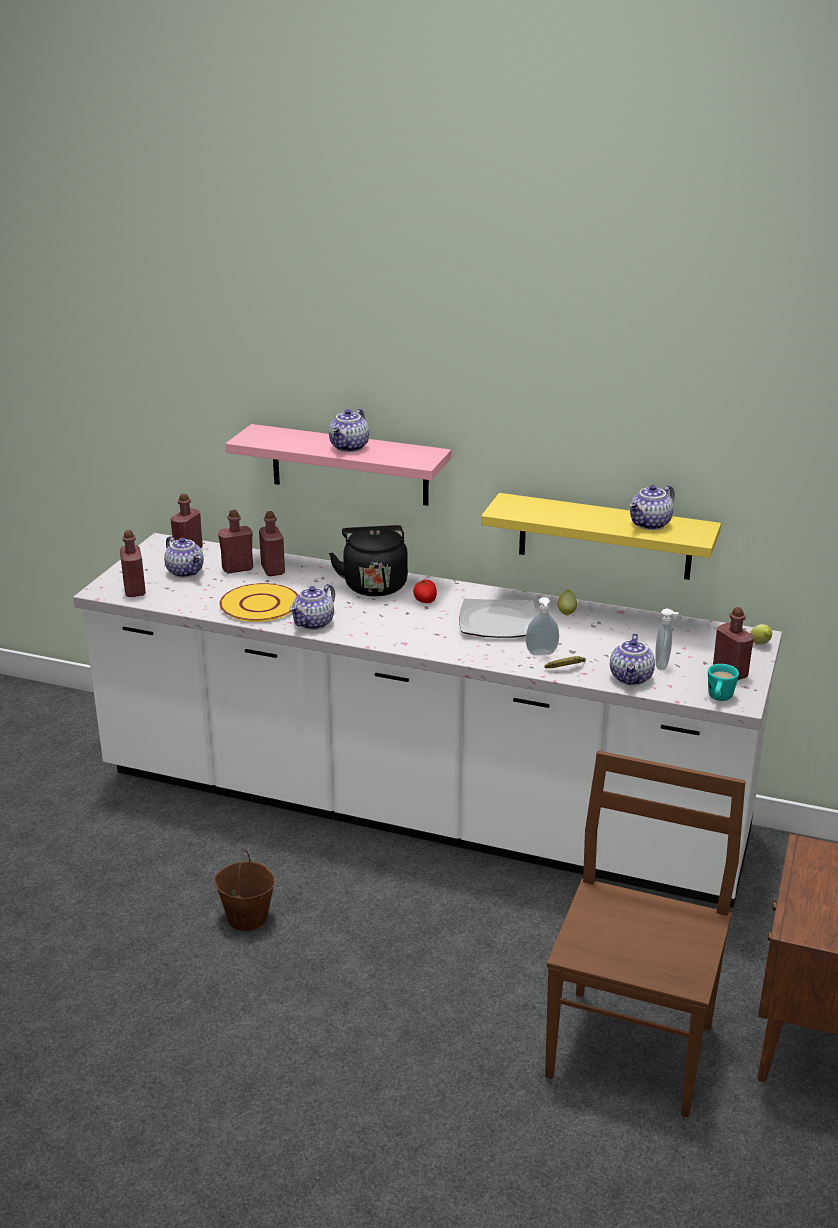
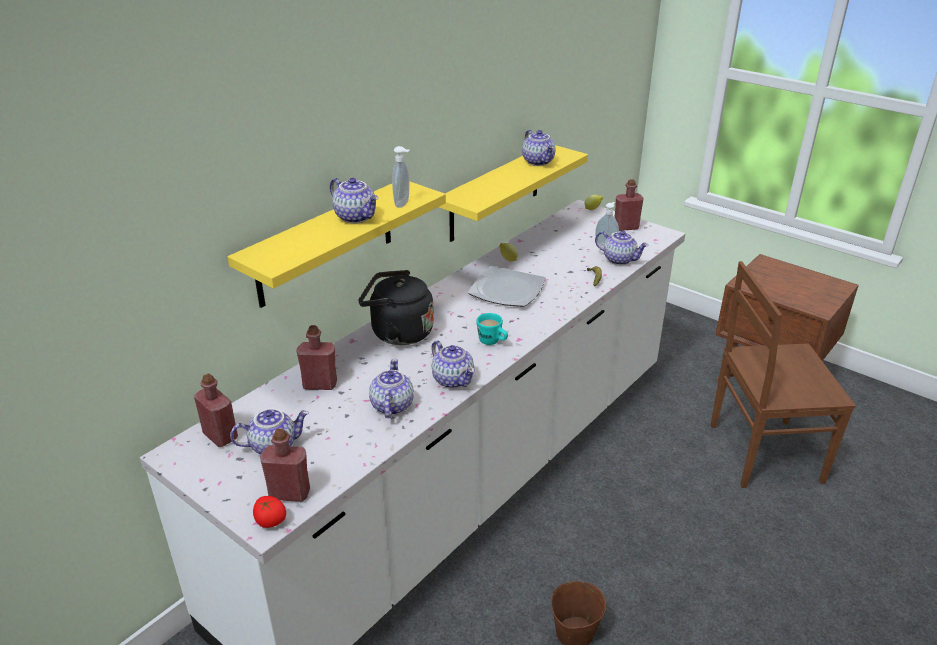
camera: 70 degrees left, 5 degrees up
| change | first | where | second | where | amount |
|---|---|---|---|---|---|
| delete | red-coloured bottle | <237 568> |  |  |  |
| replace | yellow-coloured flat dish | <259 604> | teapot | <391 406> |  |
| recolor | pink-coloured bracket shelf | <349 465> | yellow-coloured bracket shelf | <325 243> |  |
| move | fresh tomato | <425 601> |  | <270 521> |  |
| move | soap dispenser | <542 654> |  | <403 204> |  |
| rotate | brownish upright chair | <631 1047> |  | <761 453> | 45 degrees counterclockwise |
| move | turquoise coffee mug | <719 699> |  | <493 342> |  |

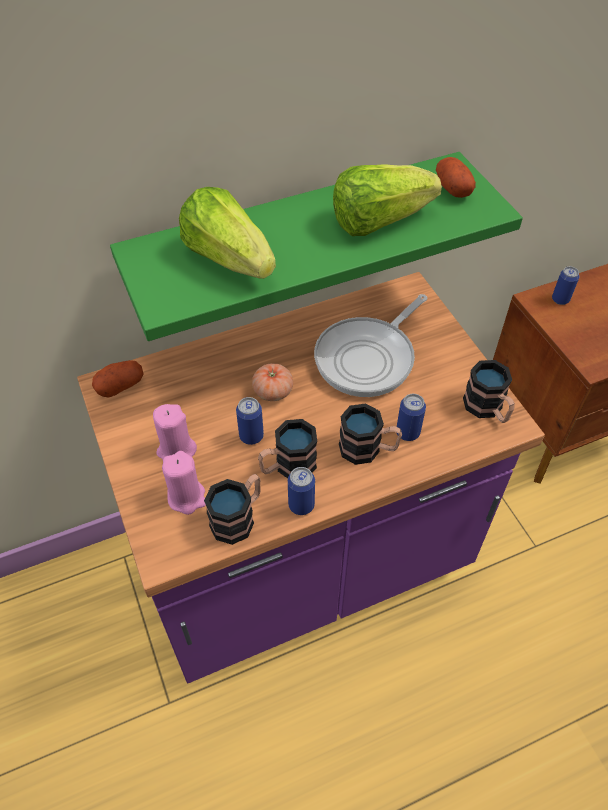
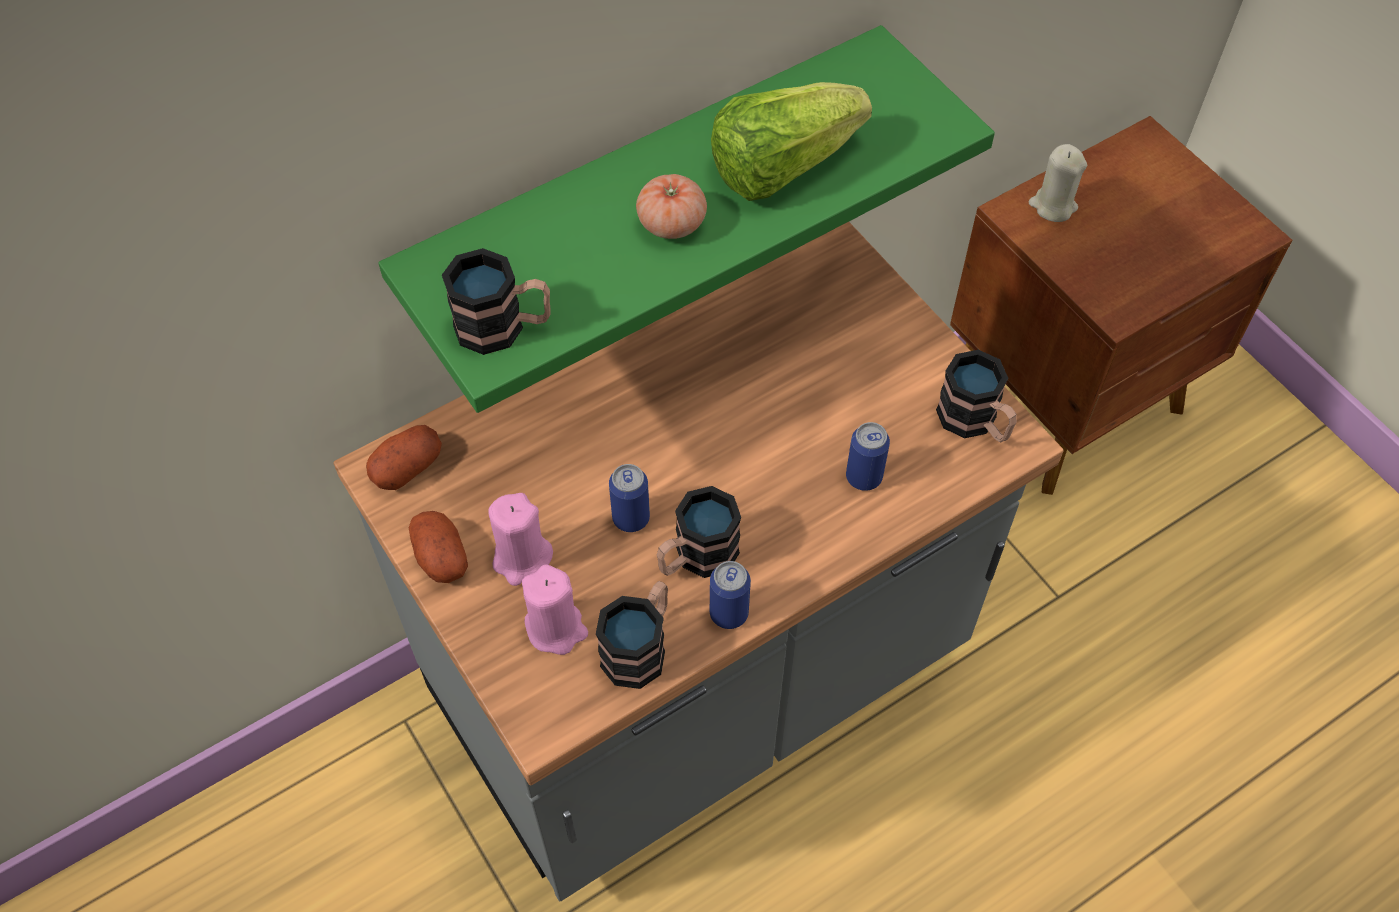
camera: 10 degrees left, 5 degrees up
| change | first | where | second | where | amount |
|---|---|---|---|---|---|
| recolor | purplish counter | <304 561> | grey counter | <699 680> |  |
| delete | lettuce | <229 258> |  |  |  |
| move | fresh tomato | <273 391> |  | <671 223> |  |
| delete | pan | <368 358> |  |  |  |
| move | coffee mug | <368 449> |  | <503 327> |  |
| move | whole potato | <452 188> |  | <440 556> |  |
| replace | can | <560 299> | beige wax candle | <1052 205> |  |

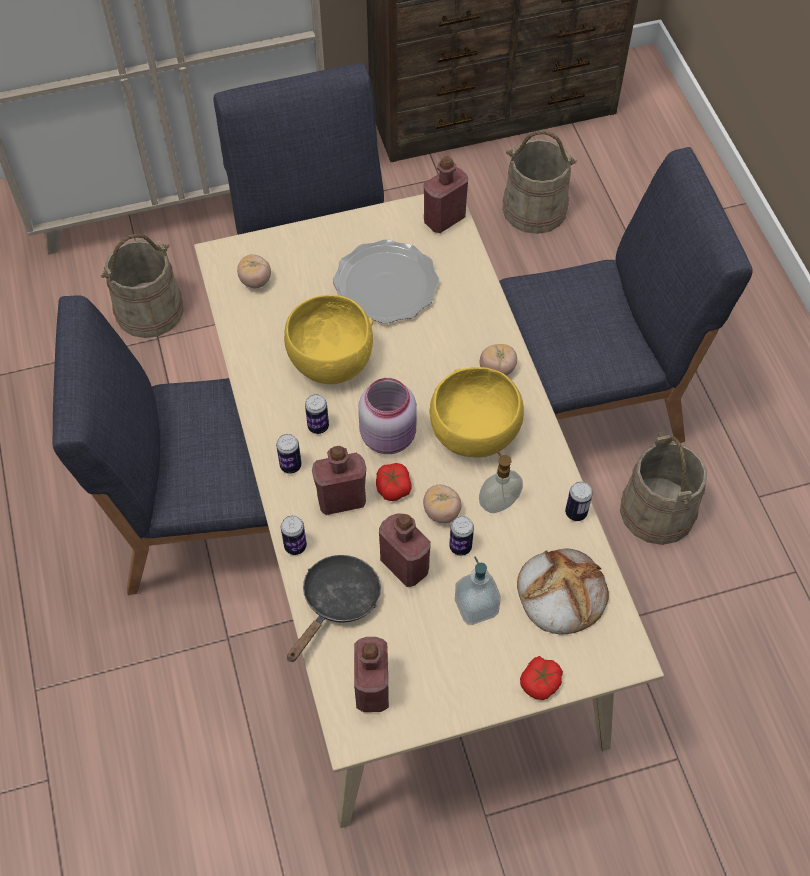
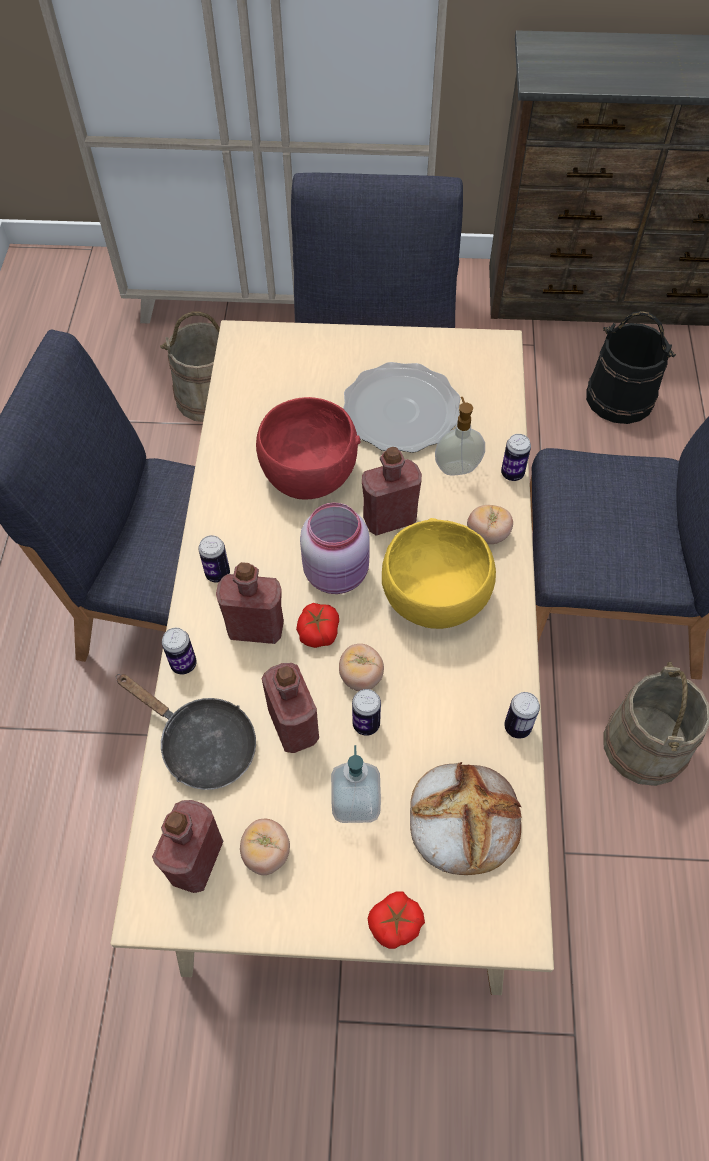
camera: 20 degrees right, 0 degrees up
| change | first | where | second | where | amount |
|---|---|---|---|---|---|
| move | fresh tomato | <255 281> |  | <266 853> |  |
| recolor | yellow-coloured serving bowl | <331 360> | red-coloured serving bowl | <309 474> |  |
| rotate | blackish pan | <337 602> |  | <201 743> | 75 degrees clockwise |
| move | can | <318 426> |  | <512 473> |  |
| move | red-coloured bottle | <444 219> |  | <389 519> |  |
| move | soap dispenser | <498 502> |  | <457 467> |  |
| recolor | beige pail | <534 208> | blackish pail | <620 397> |  |

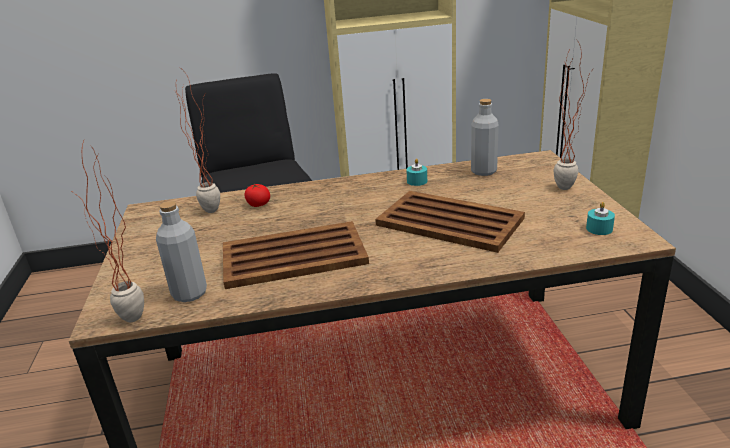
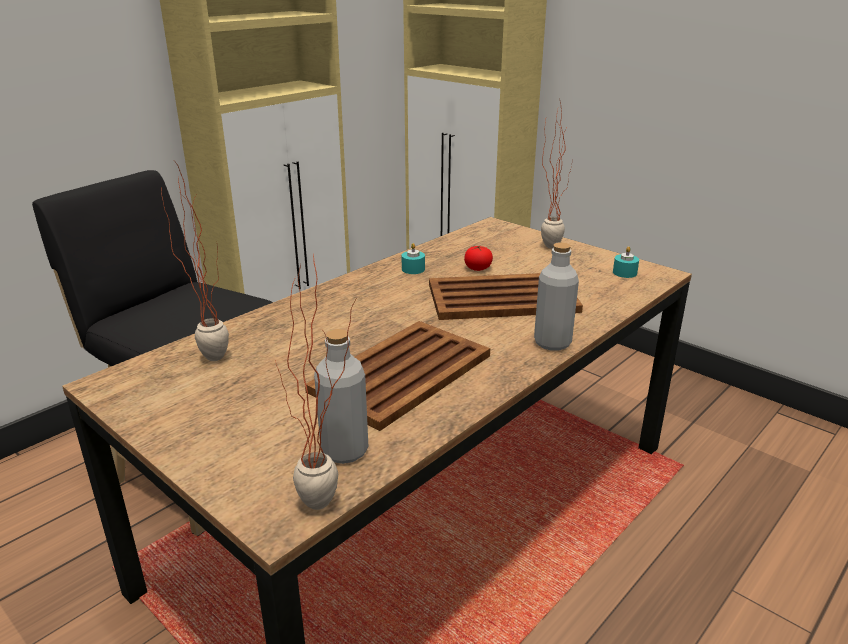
camera: 40 degrees left, 0 degrees up
| change | first | where | second | where | amount |
|---|---|---|---|---|---|
| move | fresh tomato | <258 204> |  | <478 268> |  |
| move | grey bottle | <483 171> |  | <552 343> |  |

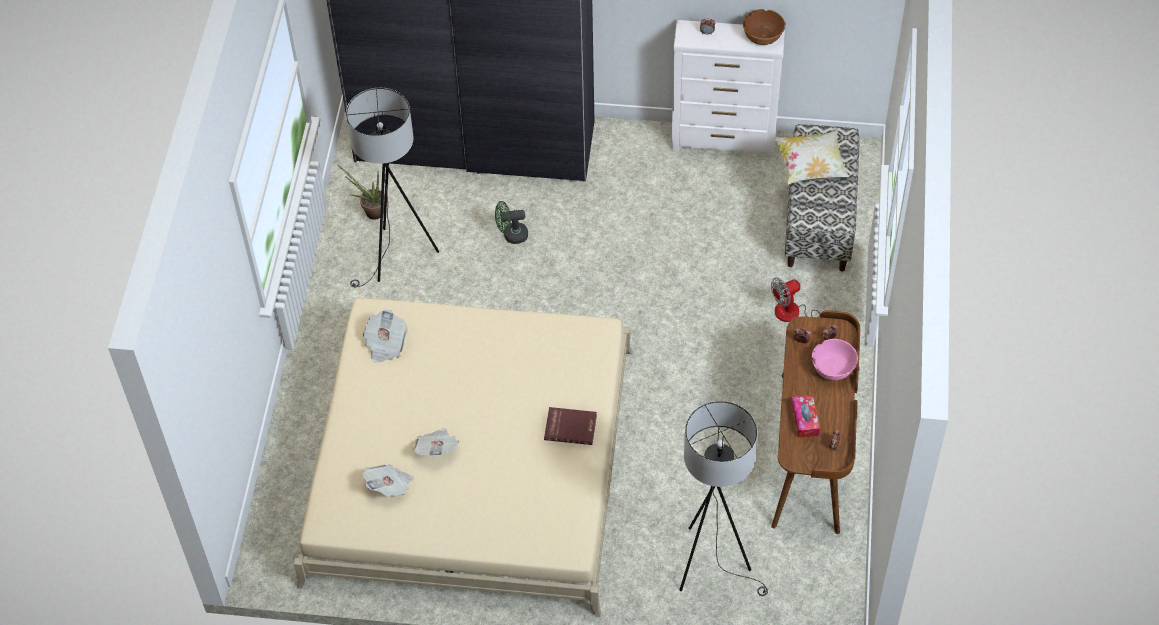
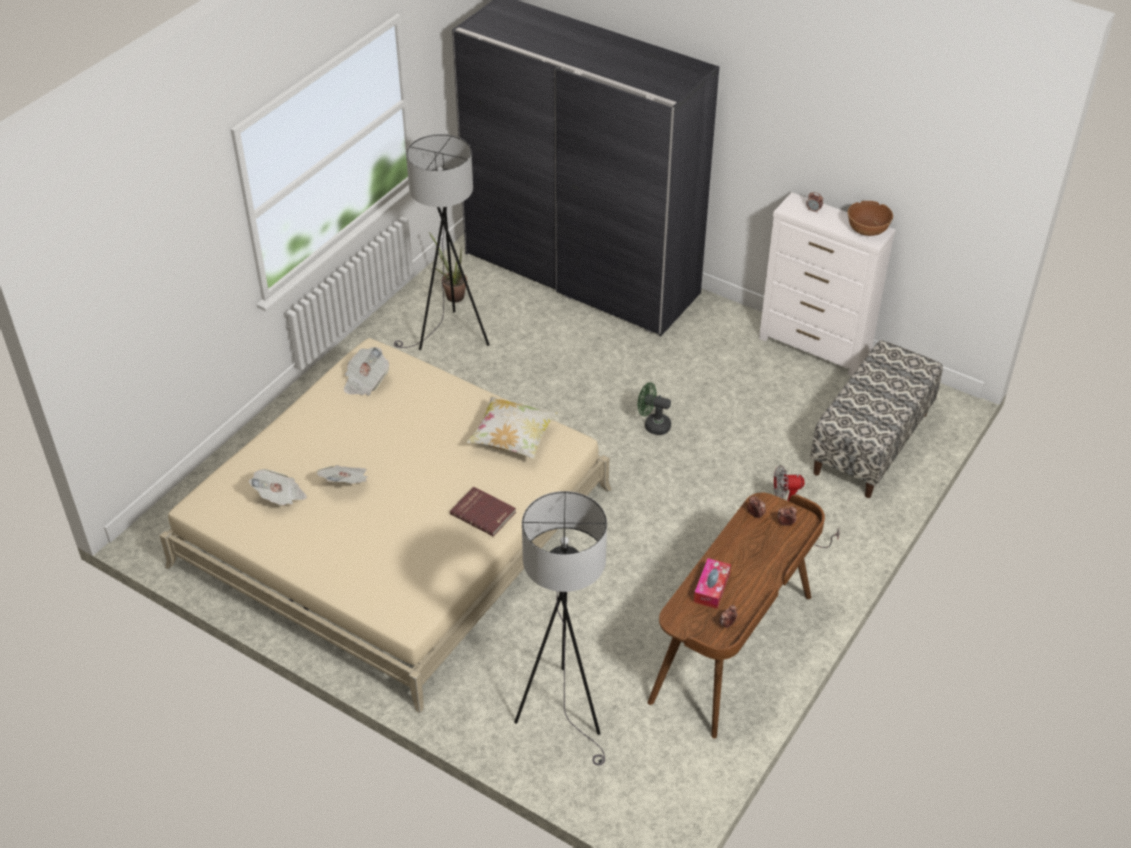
camera: 25 degrees right, 10 degrees down
| change | first | where | second | where | amount |
|---|---|---|---|---|---|
| move | green-coloured fan | <511 235> |  | <653 425> |  |
| move | throw pillow | <810 167> |  | <512 440> |  |
| delete | pink-coloured serving bowl | <833 369> |  |  |  |

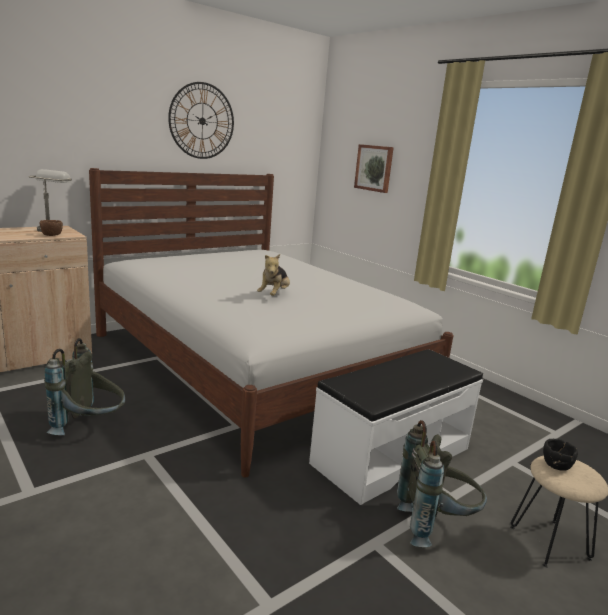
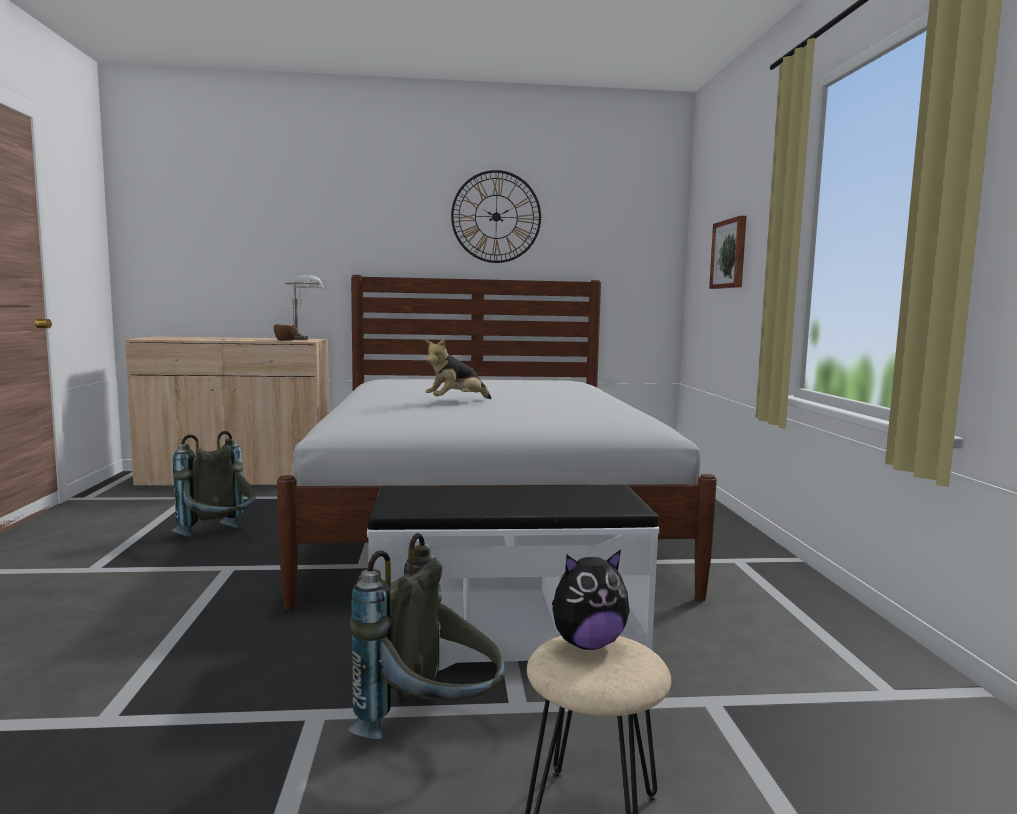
camera: 35 degrees right, 10 degrees down
| change | first | where | second | where | amount |
|---|---|---|---|---|---|
| replace | blackish serving bowl | <556 465> | soft toy | <587 643> |  |

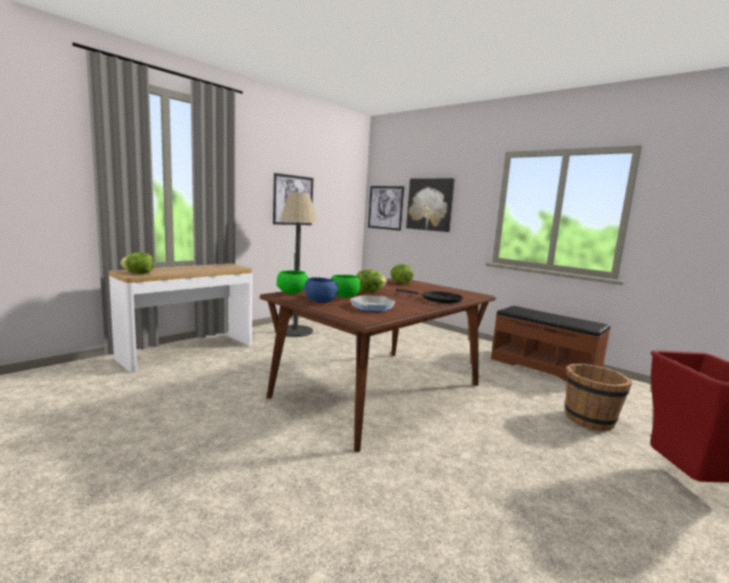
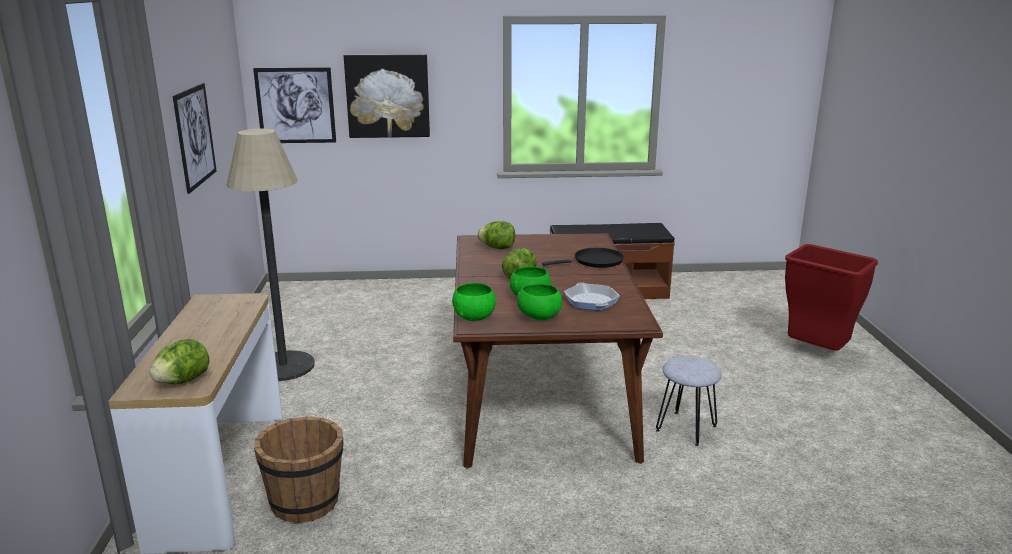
camera: 45 degrees left, 10 degrees up
| change | first | where | second | where | amount |
|---|---|---|---|---|---|
| recolor | blue-coloured serving bowl | <320 301> | green-coloured serving bowl | <538 317> |  |
| move | brownish pail | <589 420> |  | <306 502> |  |
| insert |  |  | grey sitting stool | <686 428> |  |

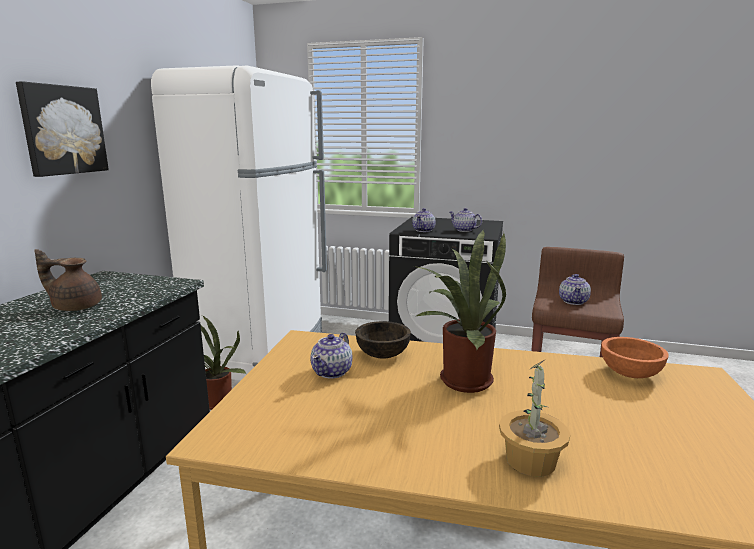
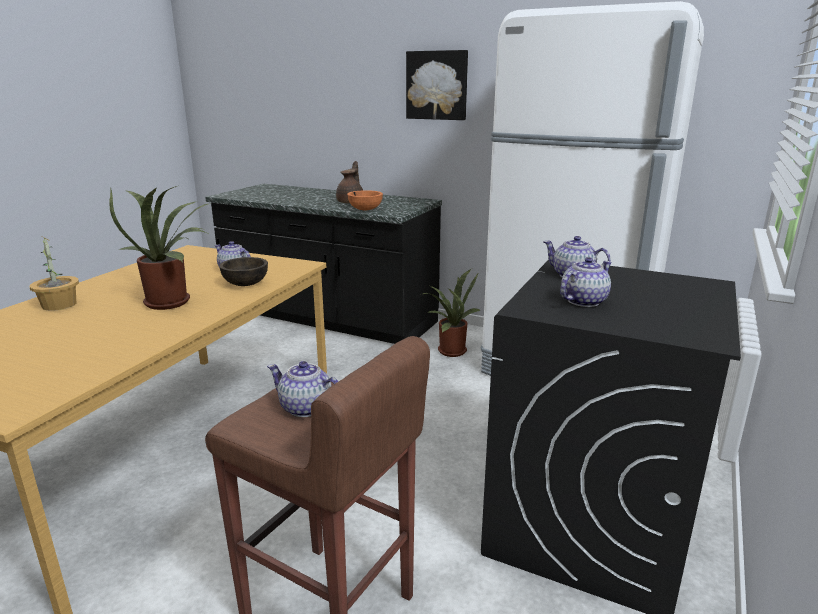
camera: 100 degrees right, 5 degrees up
| change | first | where | second | where | amount |
|---|---|---|---|---|---|
| move | orange-coloured serving bowl | <629 373> |  | <365 209> |  |

